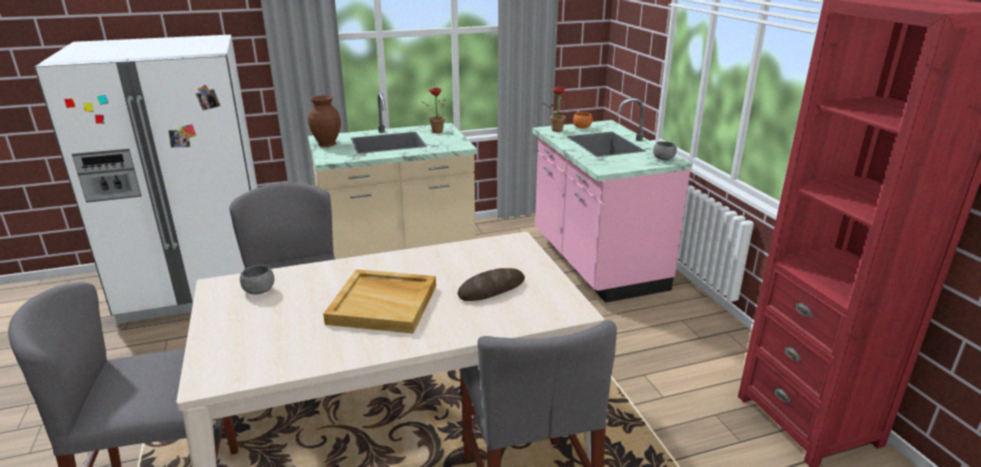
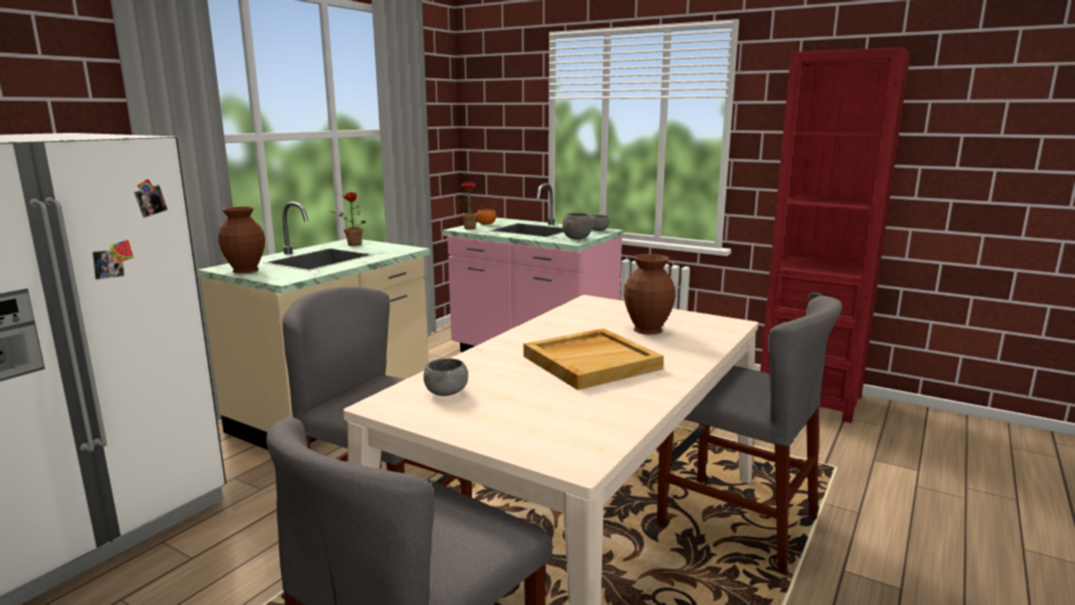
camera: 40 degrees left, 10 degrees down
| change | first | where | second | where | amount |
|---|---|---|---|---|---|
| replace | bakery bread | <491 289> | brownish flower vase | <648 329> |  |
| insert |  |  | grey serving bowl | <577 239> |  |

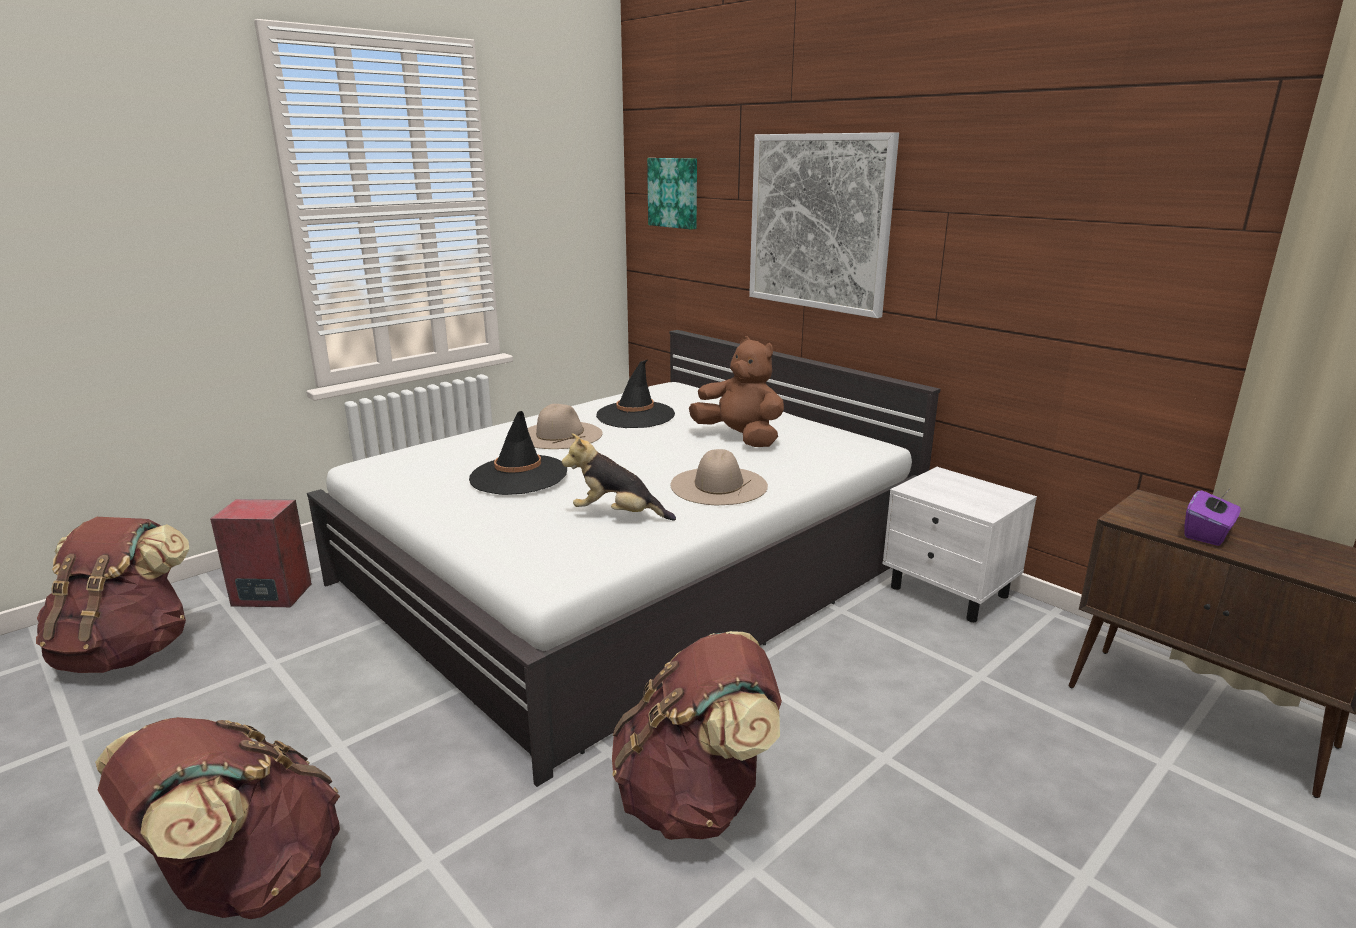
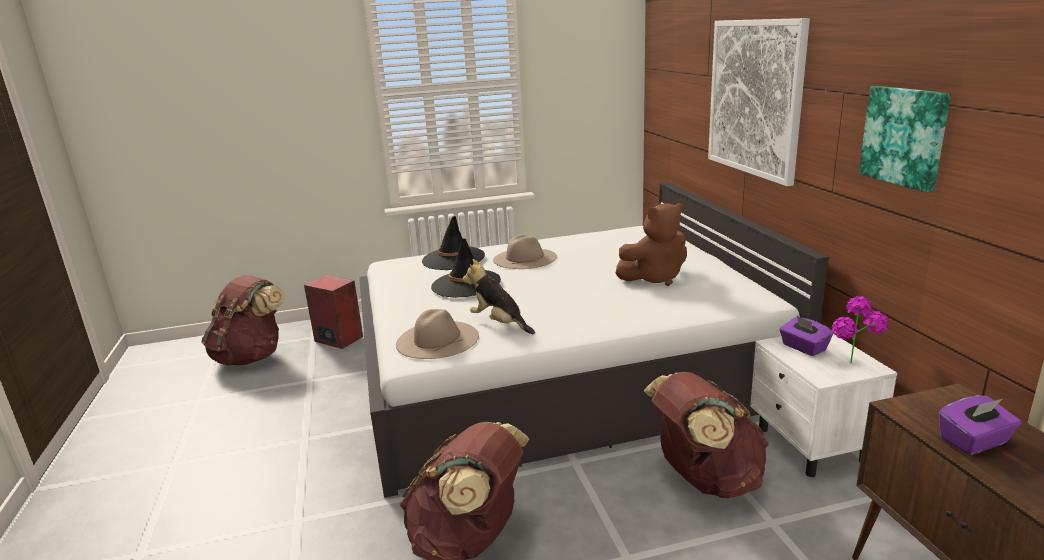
camera: 30 degrees right, 0 degrees up
| change | first | where | second | where | amount |
|---|---|---|---|---|---|
| move | brownish backpack | <246 880> |  | <704 479> |  |
| move | blackish clothing hat | <635 415> |  | <453 259> |  |
| move | picture | <674 193> |  | <905 136> |  |
| move | beige clothing hat | <718 485> |  | <437 339> |  |
| rotate | brownish soft toy | <740 438> |  | <654 278> | 90 degrees clockwise |
| insert |  |  | purplish tissue box | <803 348> |  |
| insert |  |  | potted plant | <853 367> |  |

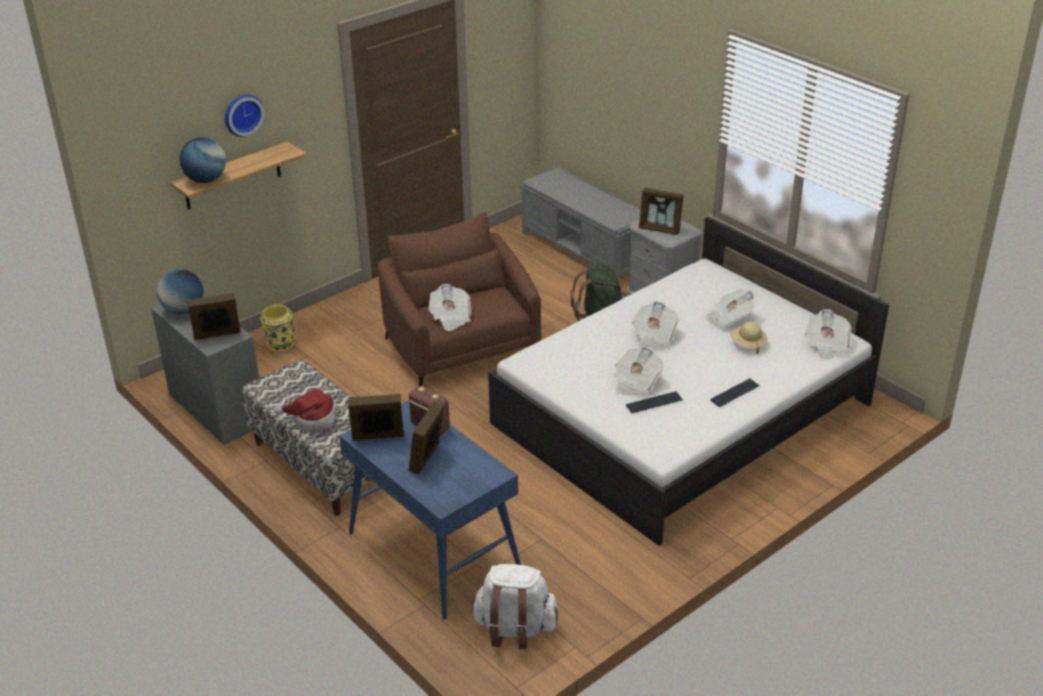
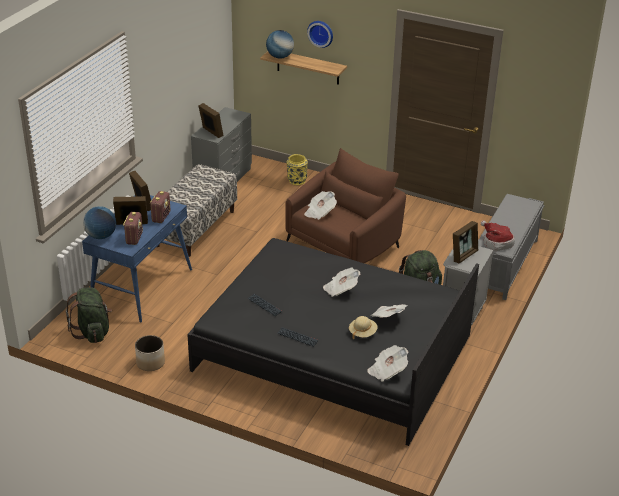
camera: 65 degrees right, 0 degrees up
| change | first | where | second | where | amount |
|---|---|---|---|---|---|
| move | desk globe | <183 310> |  | <101 236> |  |
| move | clothing hat | <313 420> |  | <496 242> |  |
| recolor | white-coloured backpack | <514 628> | green-coloured backpack | <92 332> |  |
| recolor | white-coloured bed | <681 414> | blackish bed | <333 353> |  |
| delete | printed paper | <635 383> |  |  |  |
| rotate | picture frame | <660 229> |  | <464 255> | 135 degrees counterclockwise |
| insert |  |  | radio set | <134 238> |  |
| insert |  |  | planter | <150 363> |  |

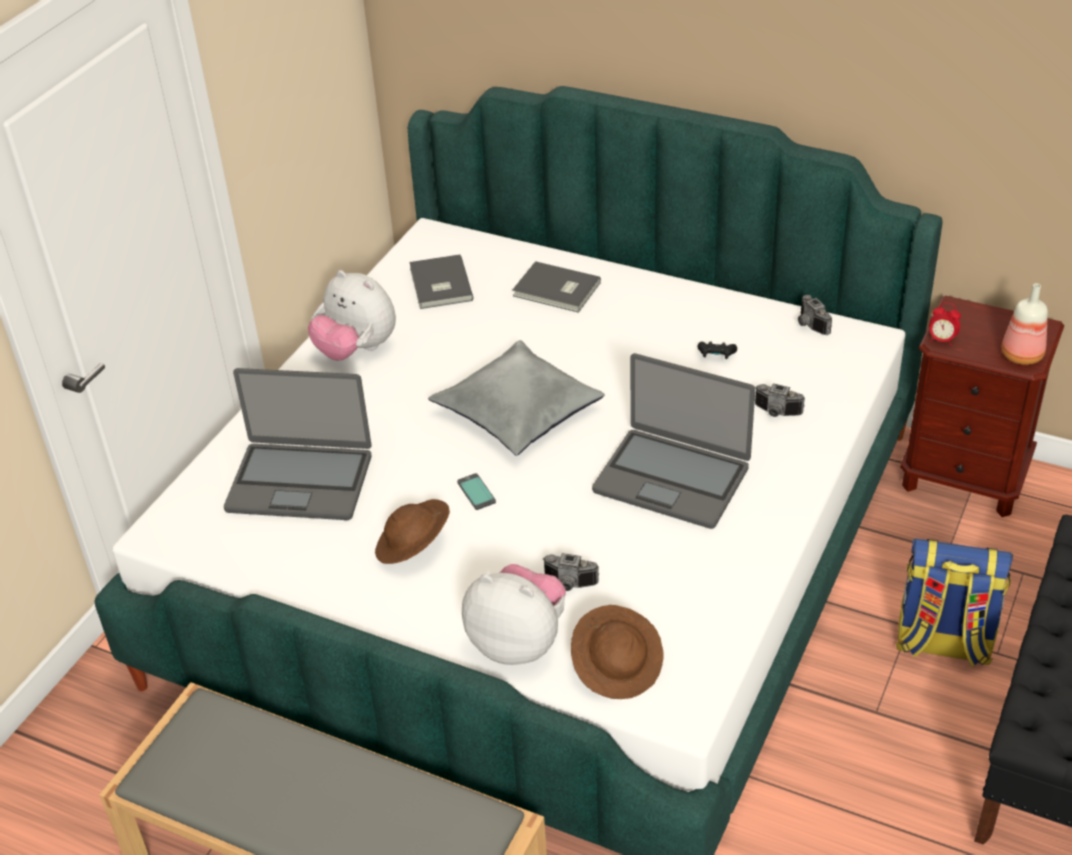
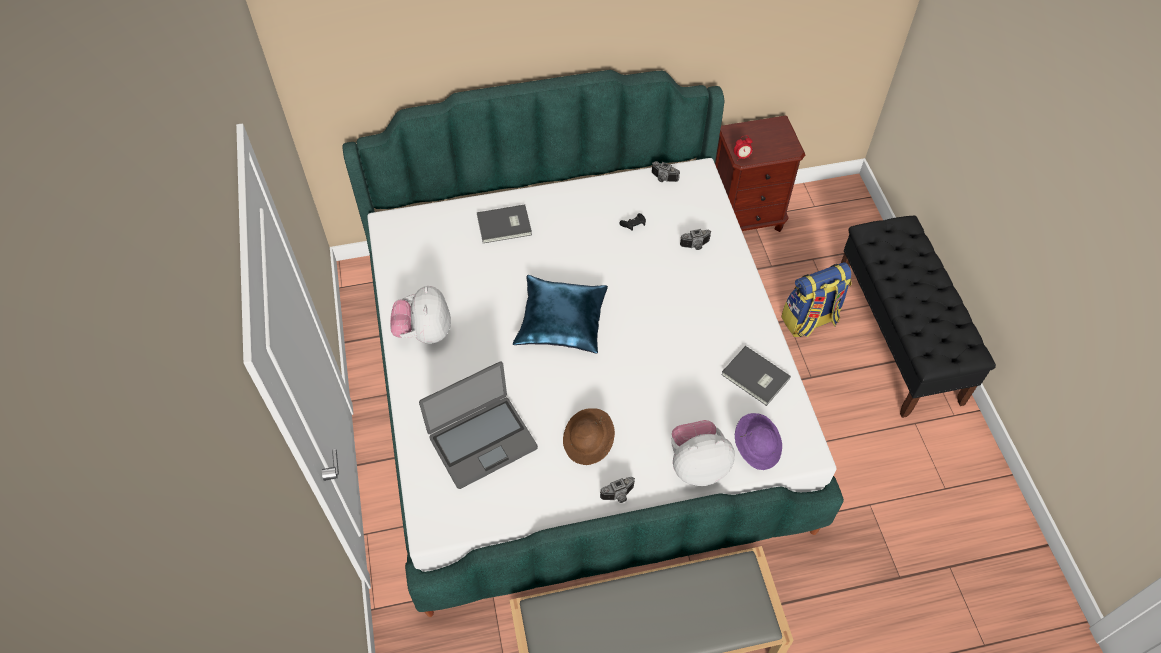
camera: 40 degrees left, 15 degrees up
| change | first | where | second | where | amount |
|---|---|---|---|---|---|
| rotate | soft toy | <356 350> |  | <424 332> | 90 degrees clockwise |
| move | grey book | <439 285> |  | <755 378> |  |
| recolor | grey throw pillow | <517 412> | blue-coloured throw pillow | <561 322> |  |
| delete | handset | <476 492> |  |  |  |
| move | photo camera | <569 585> |  | <619 496> |  |
| recolor | brownish clothing hat | <618 666> | purplish clothing hat | <756 447> |  |
| delete | laptop | <672 478> |  |  |  |
| delete | bottle | <1021 355> |  |  |  |

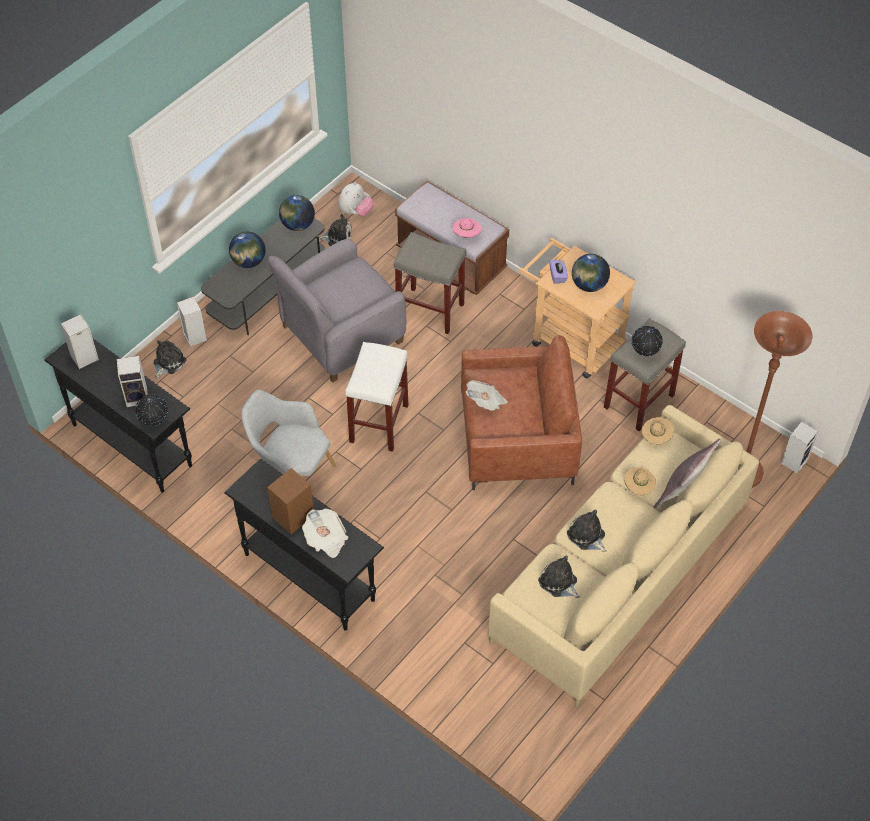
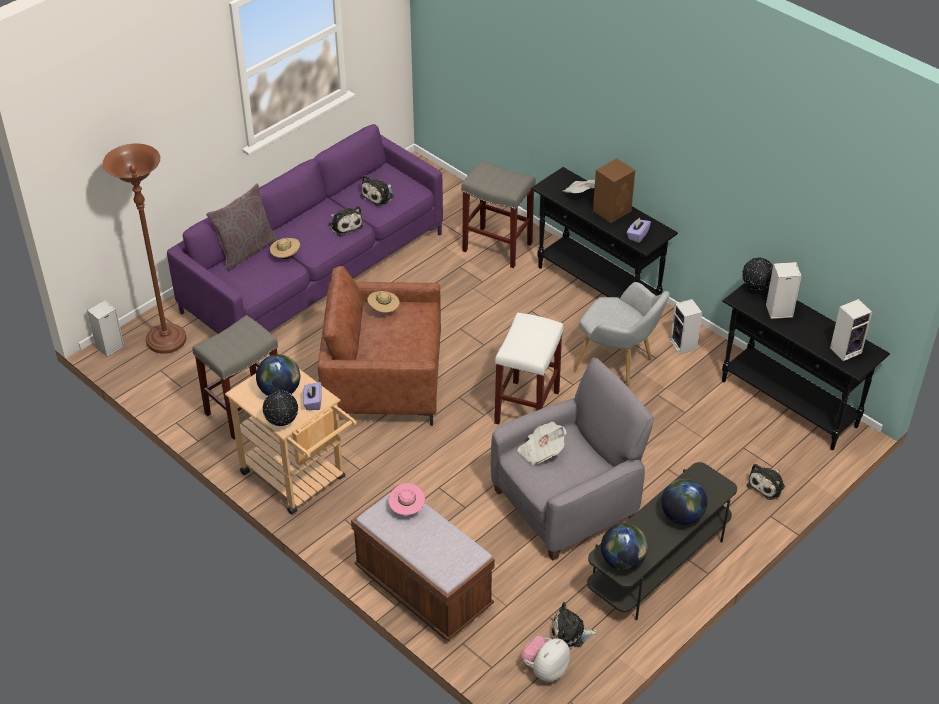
camera: 175 degrees left, 10 degrees down
| change | first | where | second | where | amount |
|---|---|---|---|---|---|
| move | loudspeaker | <194 336> |  | <684 345> |  |
| move | grey sitting stool | <429 310> |  | <498 247> |  |
| move | printed paper | <486 402> |  | <541 451> |  |
| recolor | beige sofa | <619 573> | purplish sofa | <315 273> |  |
| rotate | soft toy | <559 583> |  | <378 196> | 75 degrees clockwise |
| move | desk globe | <644 353> |  | <282 424> |  |
| move | beige clothing hat | <656 437> |  | <384 310> |  |
| insert |  |  | purplish tissue box | <637 235> |  |

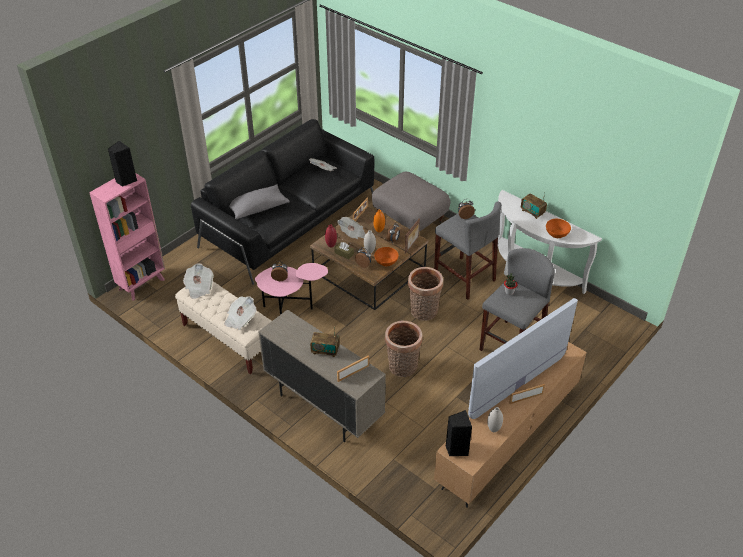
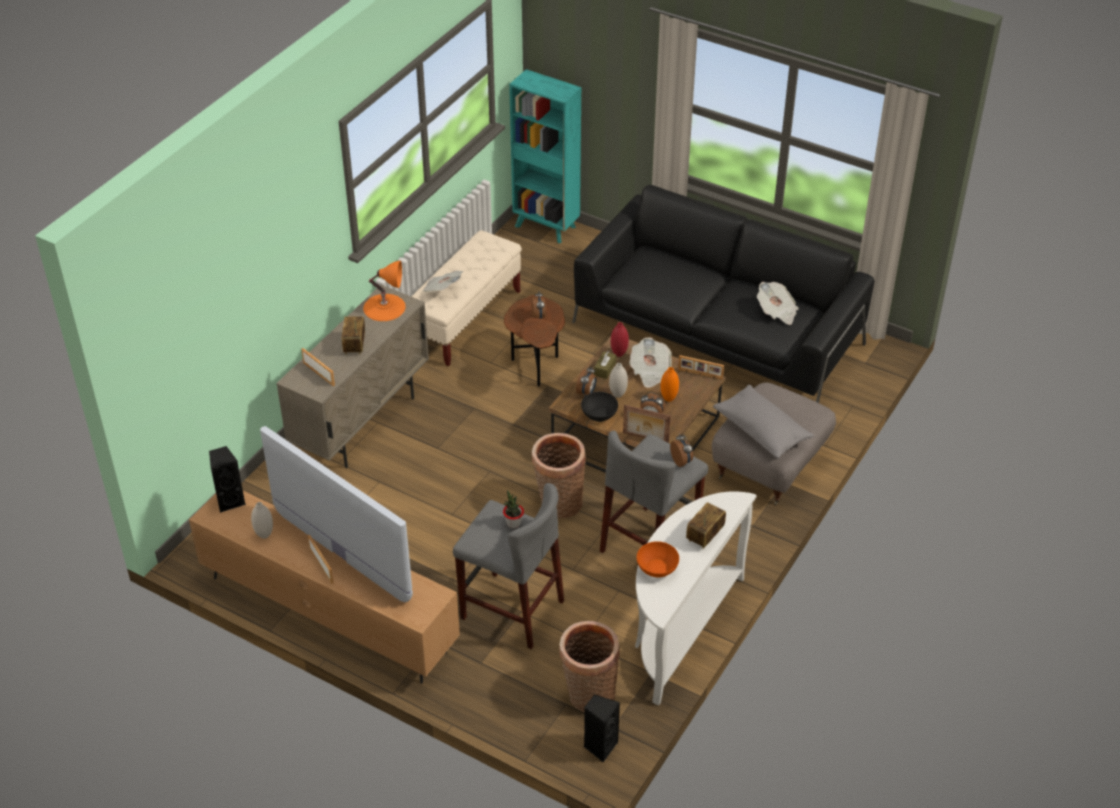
camera: 80 degrees right, 0 degrees up
| change | first | where | second | where | amount |
|---|---|---|---|---|---|
| recolor | pink-coloured bookshelf | <142 284> | turquoise bookshelf | <546 227> |  |
| move | blackish loudspeaker | <125 180> |  | <600 746> |  |
| delete | printed paper | <199 287> |  |  |  |
| move | grey throw pillow | <257 208> |  | <761 431> |  |
| recolor | pink-coloured side table | <290 307> | brownish side table | <536 365> |  |
| recolor | orange-coloured serving bowl | <386 261> | blackish serving bowl | <599 414> |  |
| move | storage basket | <402 368> |  | <588 695> |  |
| insert |  |  | orange-coloured tabletop lamp | <384 307> |  |

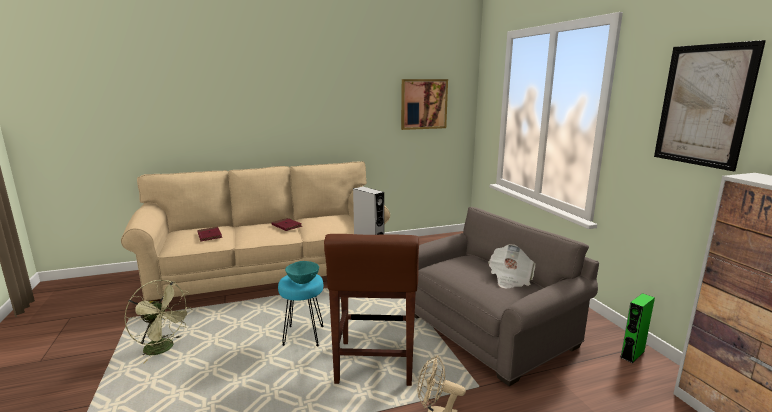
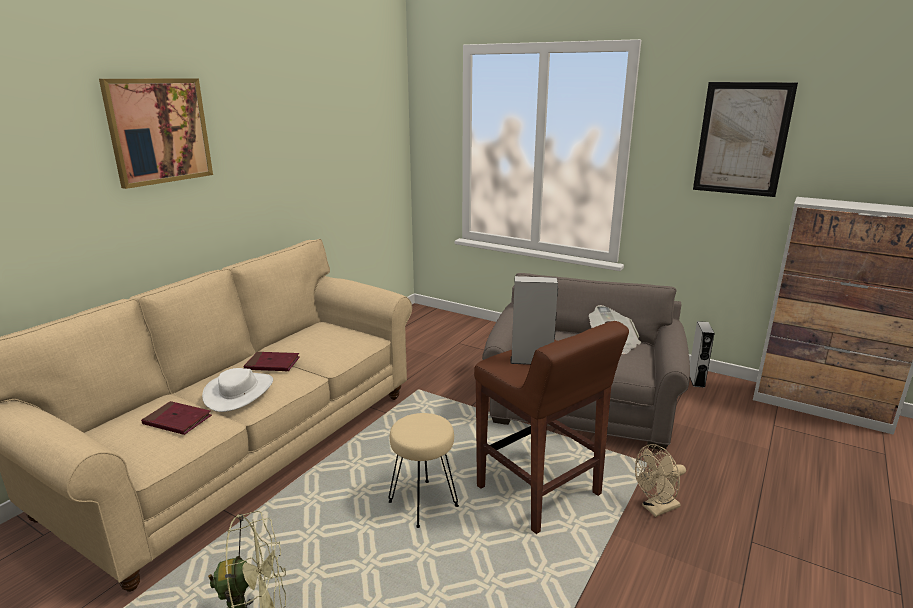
camera: 40 degrees left, 5 degrees up
| change | first | where | second | where | amount |
|---|---|---|---|---|---|
| recolor | turquoise sitting stool | <304 336> | beige sitting stool | <424 504> |  |
| delete | turquoise serving bowl | <302 281> |  |  |  |
| move | picture | <423 104> |  | <159 131> |  |
| recolor | green-coloured loudspeaker | <632 354> | grey loudspeaker | <696 380> |  |
| insert |  |  | white-coloured clothing hat | <239 392> |  |

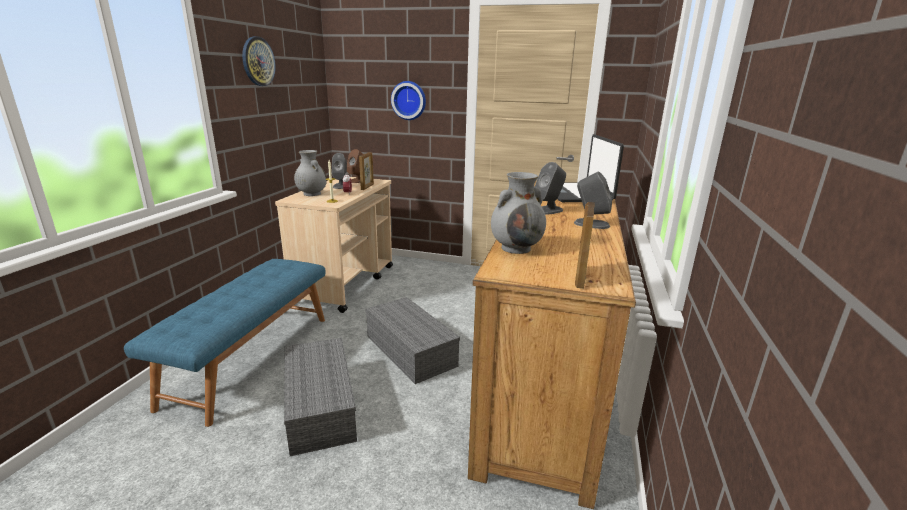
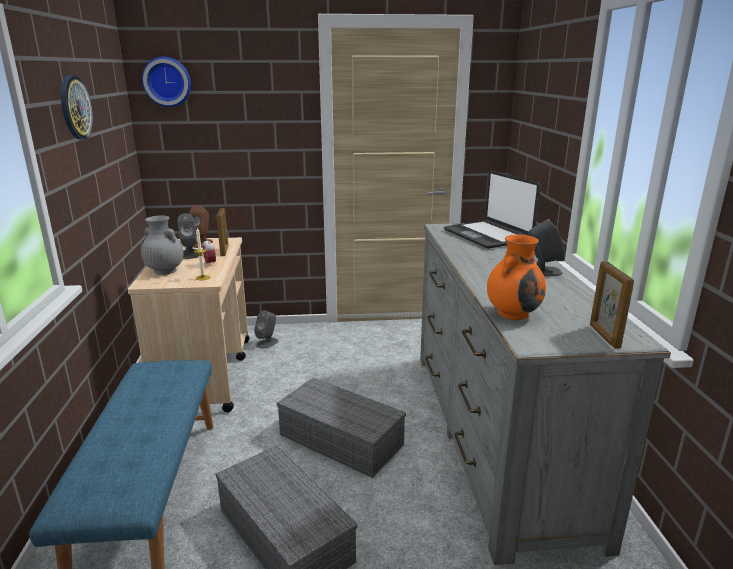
camera: 20 degrees left, 0 degrees up
| change | first | where | second | where | amount |
|---|---|---|---|---|---|
| move | wall clock | <409 100> |  | <167 82> |  |
| recolor | brownish dresser | <545 376> | grey dresser | <494 433> |  |
| recolor | grey flower vase | <516 248> | orange-coloured flower vase | <513 313> |  |
| move | grey loudspeaker | <548 210> |  | <267 343> |  |

